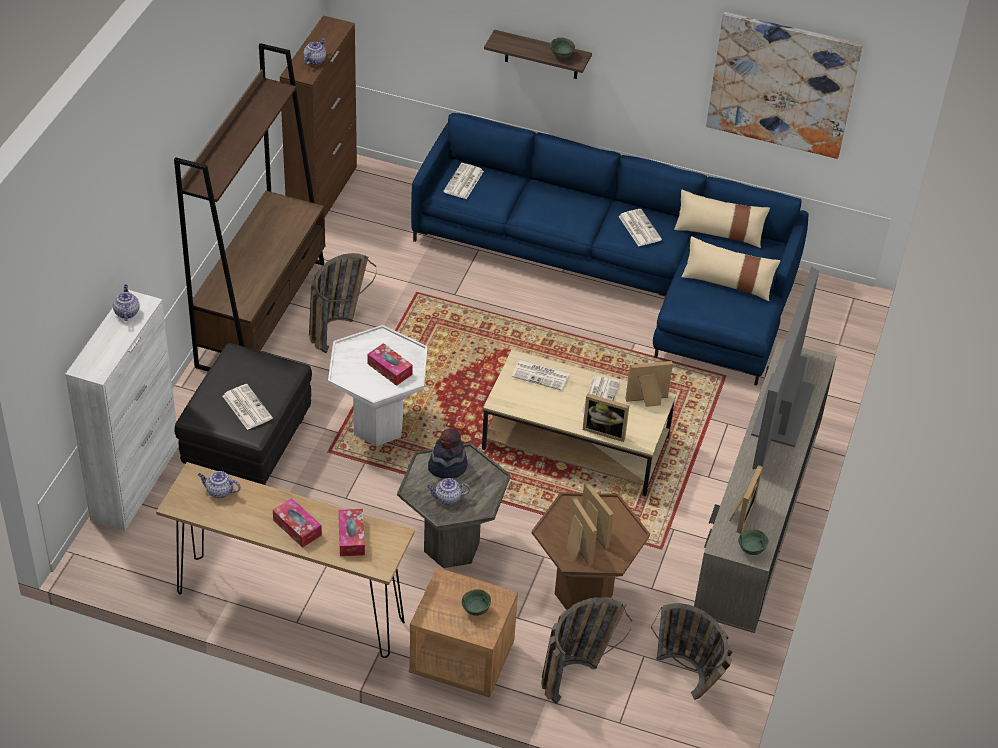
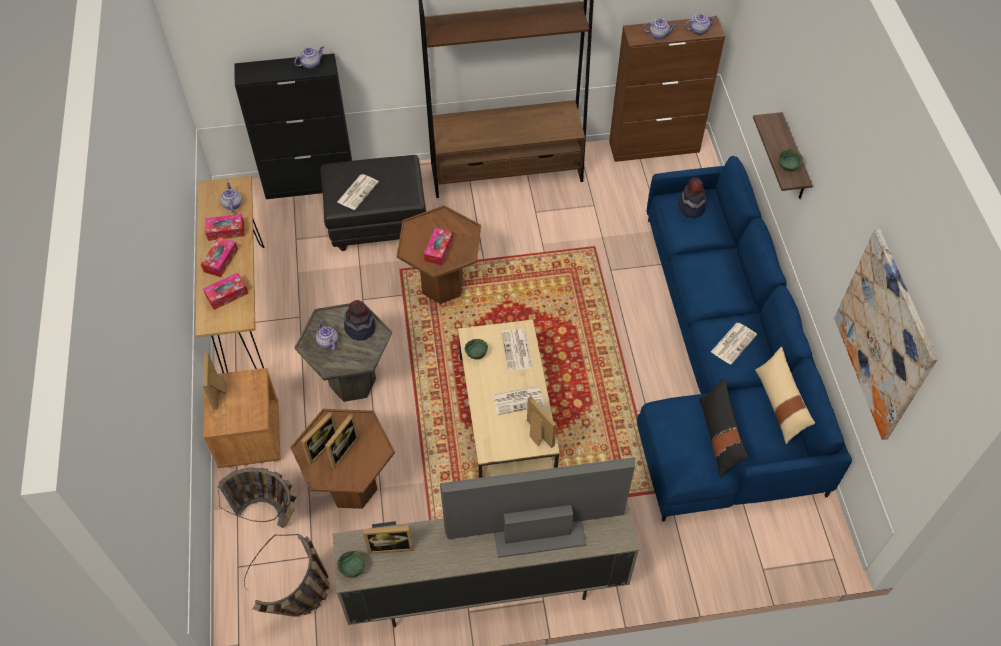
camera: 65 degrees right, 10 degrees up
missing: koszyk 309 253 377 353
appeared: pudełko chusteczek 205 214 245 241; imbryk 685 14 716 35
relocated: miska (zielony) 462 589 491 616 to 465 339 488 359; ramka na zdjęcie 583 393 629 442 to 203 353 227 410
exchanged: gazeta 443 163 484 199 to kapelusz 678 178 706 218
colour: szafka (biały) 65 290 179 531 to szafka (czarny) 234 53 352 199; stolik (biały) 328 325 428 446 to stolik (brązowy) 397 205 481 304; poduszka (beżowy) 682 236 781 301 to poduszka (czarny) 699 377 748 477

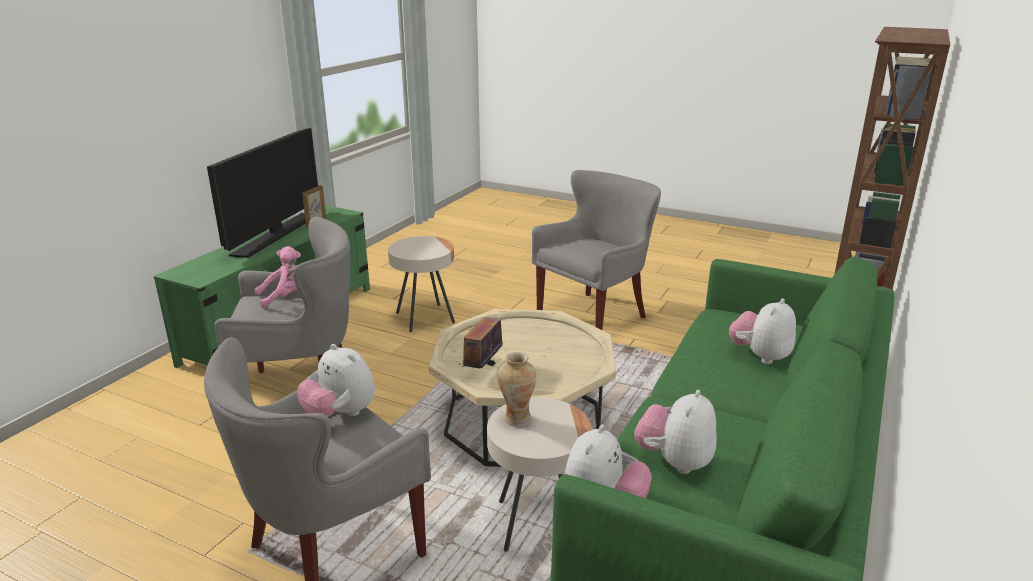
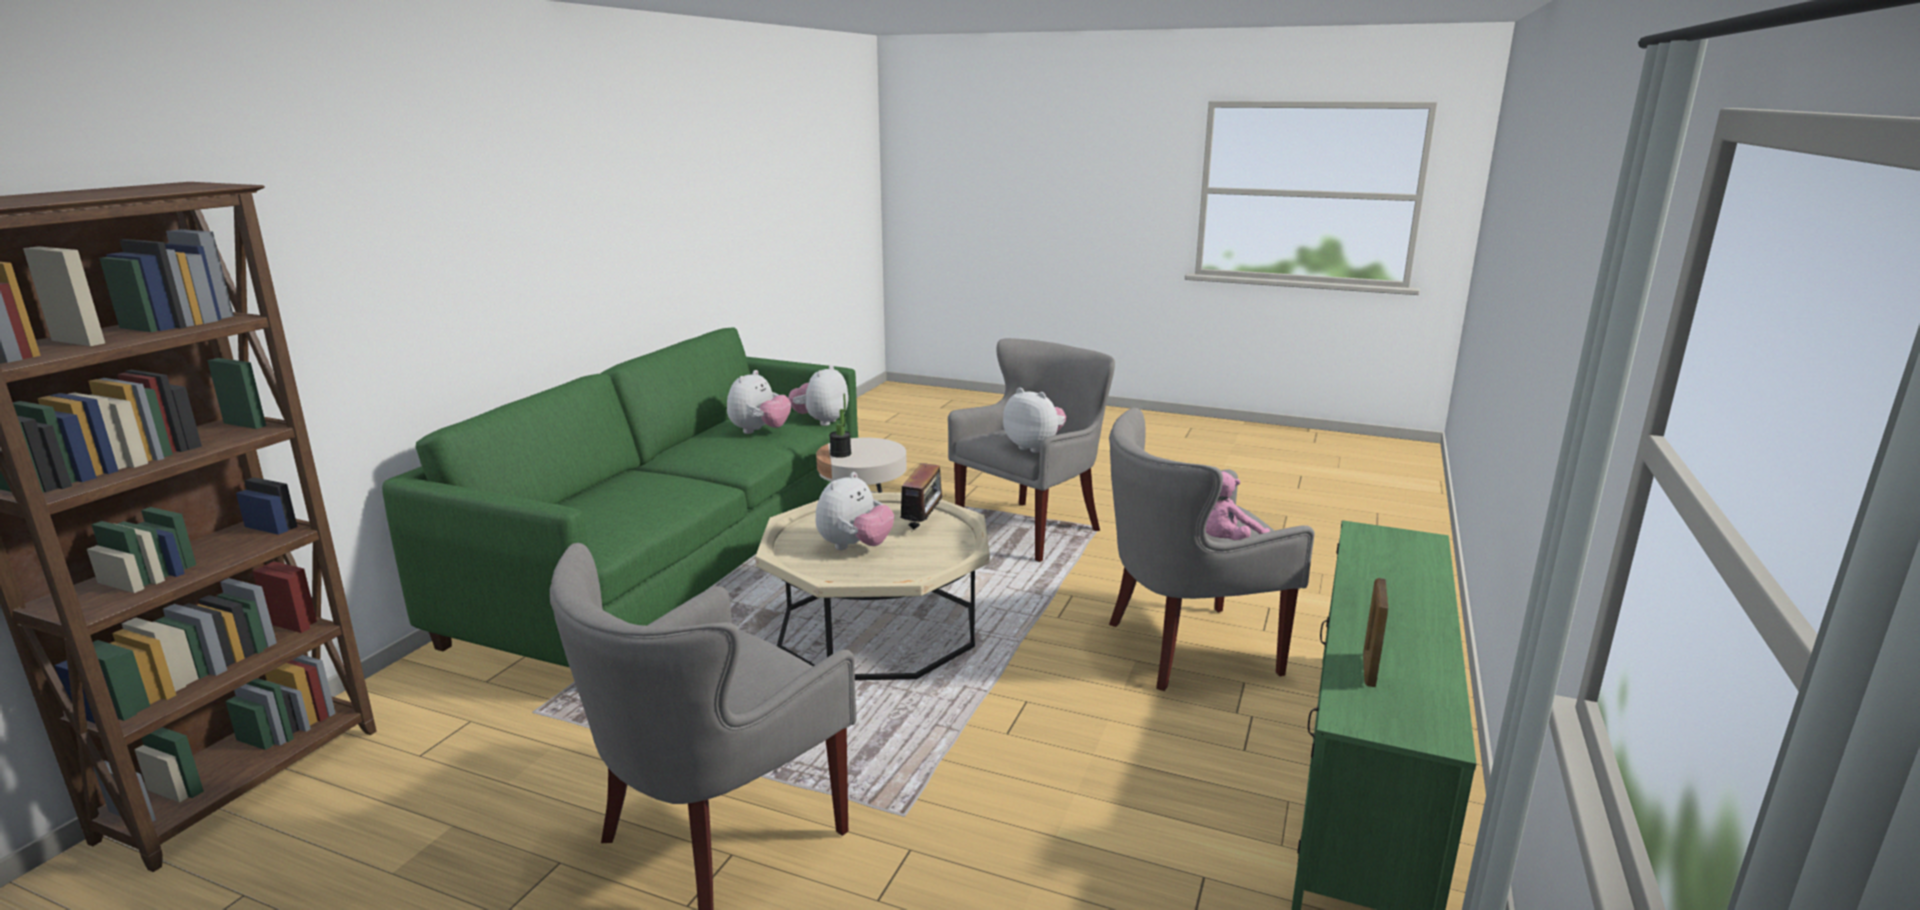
camera: 175 degrees right, 5 degrees down
missing: telewizor 207 128 318 258; stolik (beżowy) 388 236 455 332; wazon 498 352 536 427
appeared: roślina doniczkowa 829 393 851 458
relocated: pluszak 729 298 796 364 to 816 472 894 550

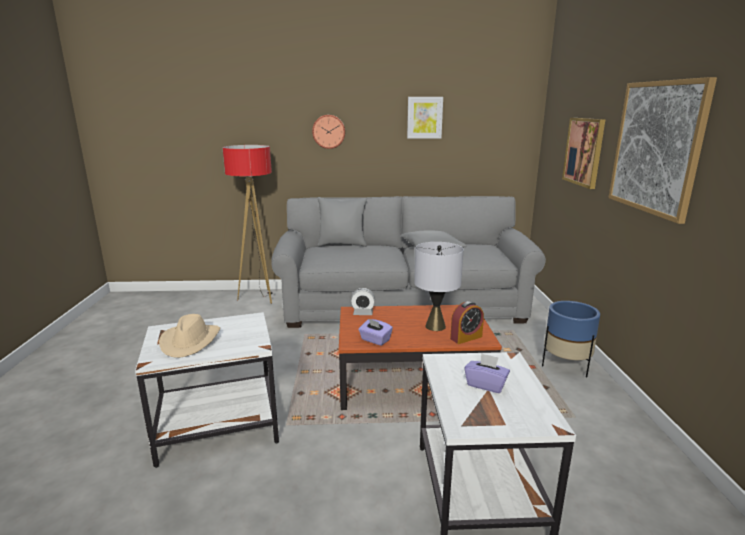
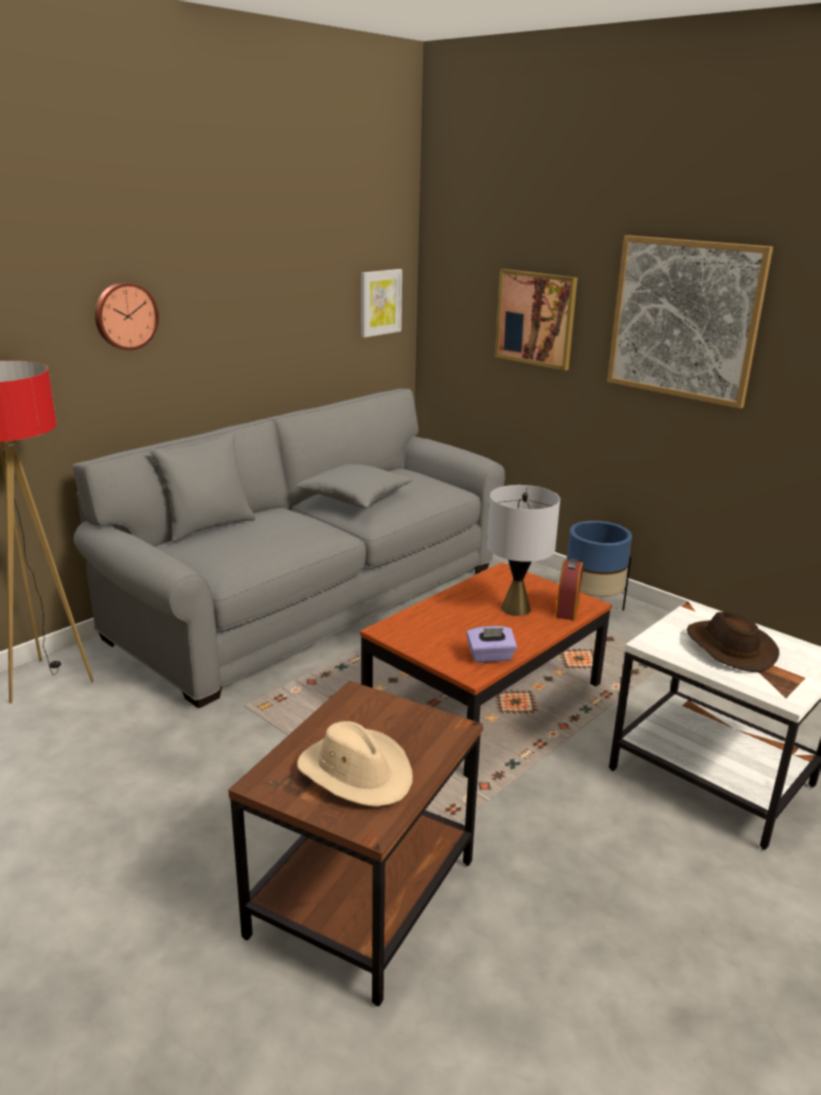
camera: 45 degrees left, 5 degrees up
missing: budzik 351 288 375 315
relocated: obraz 407 97 443 139 to 361 269 402 338
exchanged: pudełko chusteczek (fioletowy) 464 353 510 393 to kapelusz (brązowy) 687 612 779 672
colour: stolik (biały) 135 312 279 468 to stolik (brązowy) 228 681 483 1006

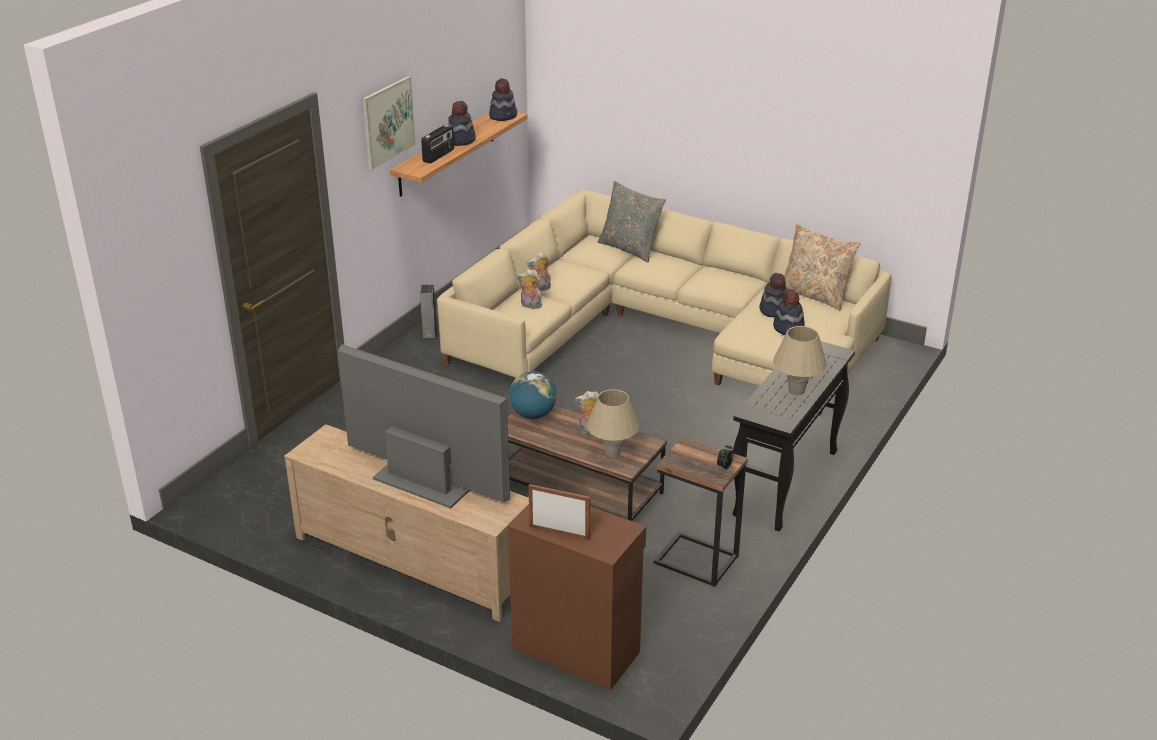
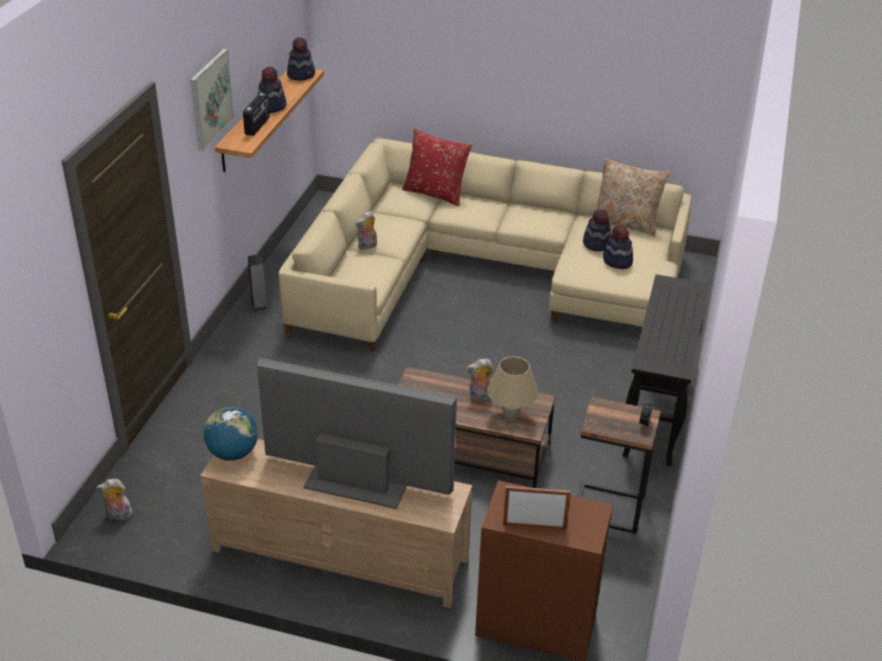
camera: 15 degrees left, 5 degrees up
missing: lampa stołowa (beżowy) 773 326 827 395
relocated: globus 509 371 557 419 to 204 407 258 461; pluszak 517 269 542 309 to 96 479 132 520
colour: poduszka (szary) 598 181 666 262 to poduszka (czerwony) 402 129 472 206

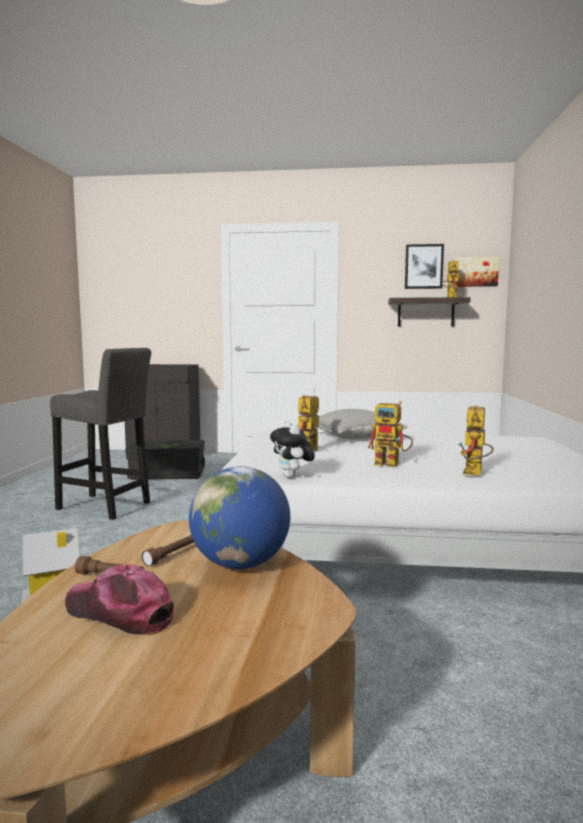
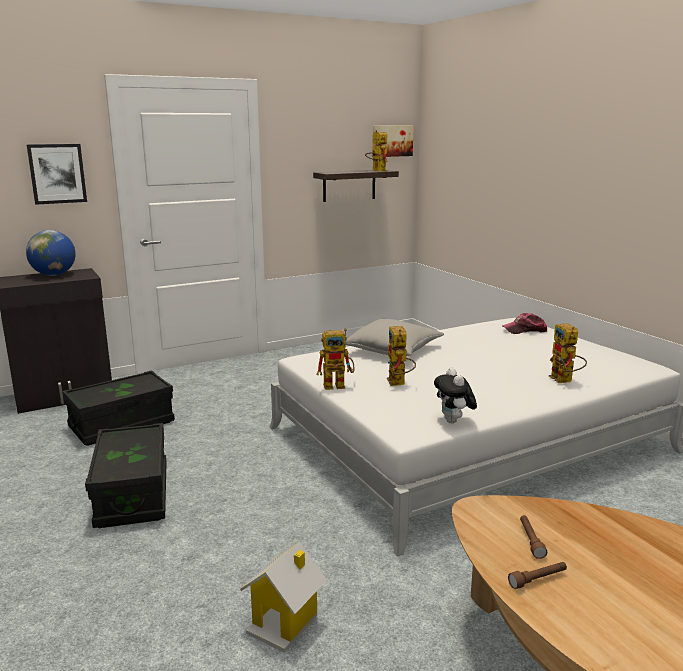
camera: 35 degrees left, 10 degrees up
relocated: czapka z daszkiem 65 564 174 635 to 502 313 547 334; globus 189 466 290 569 to 26 230 76 276; robot zabawkowy 368 401 413 467 to 317 328 354 390; obraz 405 244 444 289 to 26 144 87 205
exchanged: stołek (szary) 50 348 151 520 to pojemnik do przechowywania (czarny) 85 423 167 528
spun: pluszak 270 421 315 478 = 434 368 477 423 45 degrees clockwise

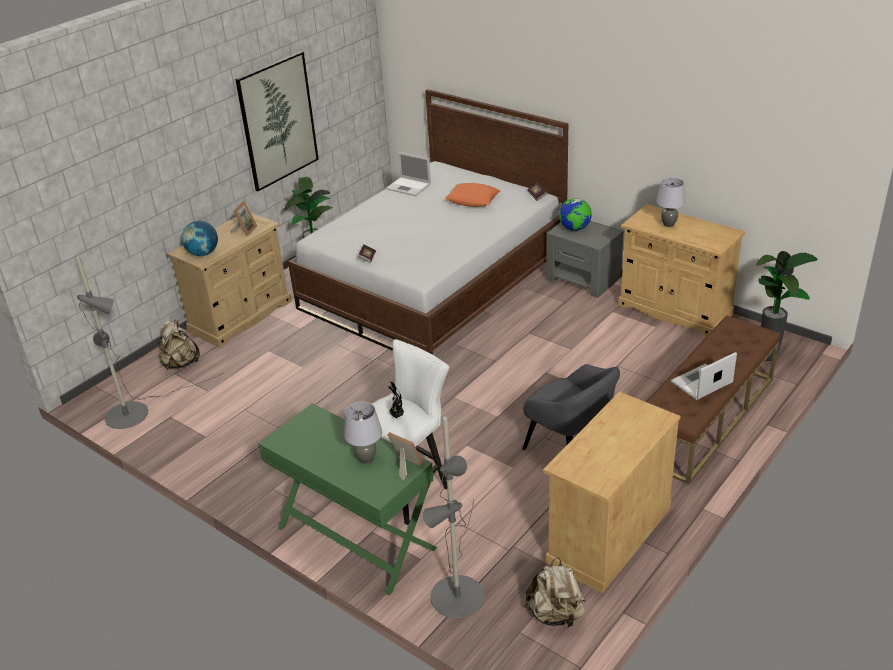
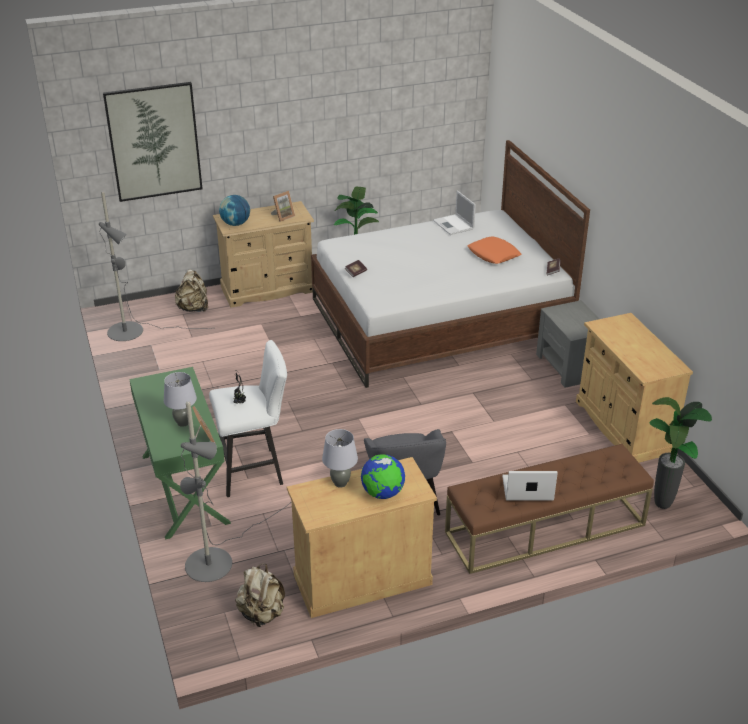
camera: 30 degrees right, 0 degrees up
relocated: obraz 235 51 319 191 to 103 82 203 202; globus 559 198 592 231 to 361 454 405 499; lampa stołowa (szary) 656 177 685 227 to 322 429 358 488

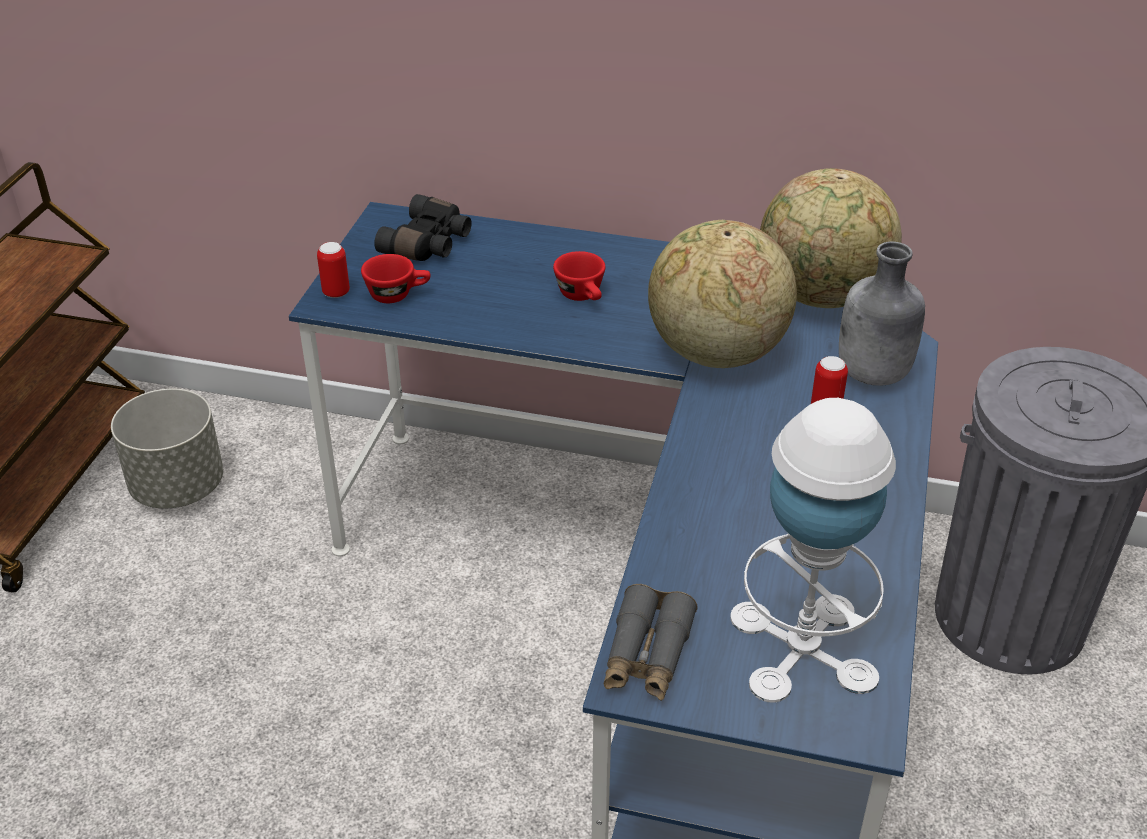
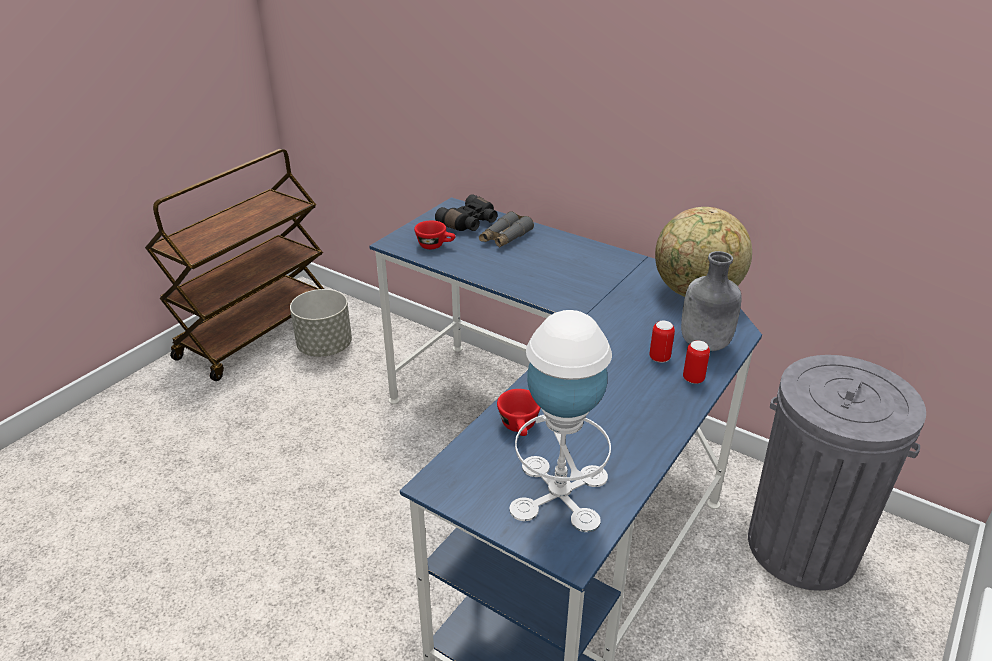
camera: 20 degrees right, 5 degrees down
missing: globus 648 220 797 368
relocated: puszka 317 242 350 298 to 683 340 710 384; filiżanka (czerwony) 553 251 605 301 to 497 389 541 436; lornetka (szary) 604 584 698 701 to 479 211 534 248

